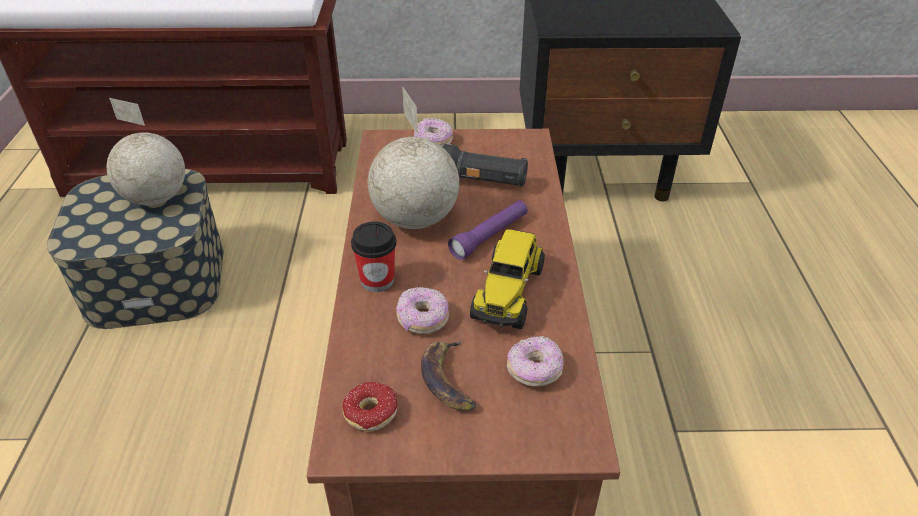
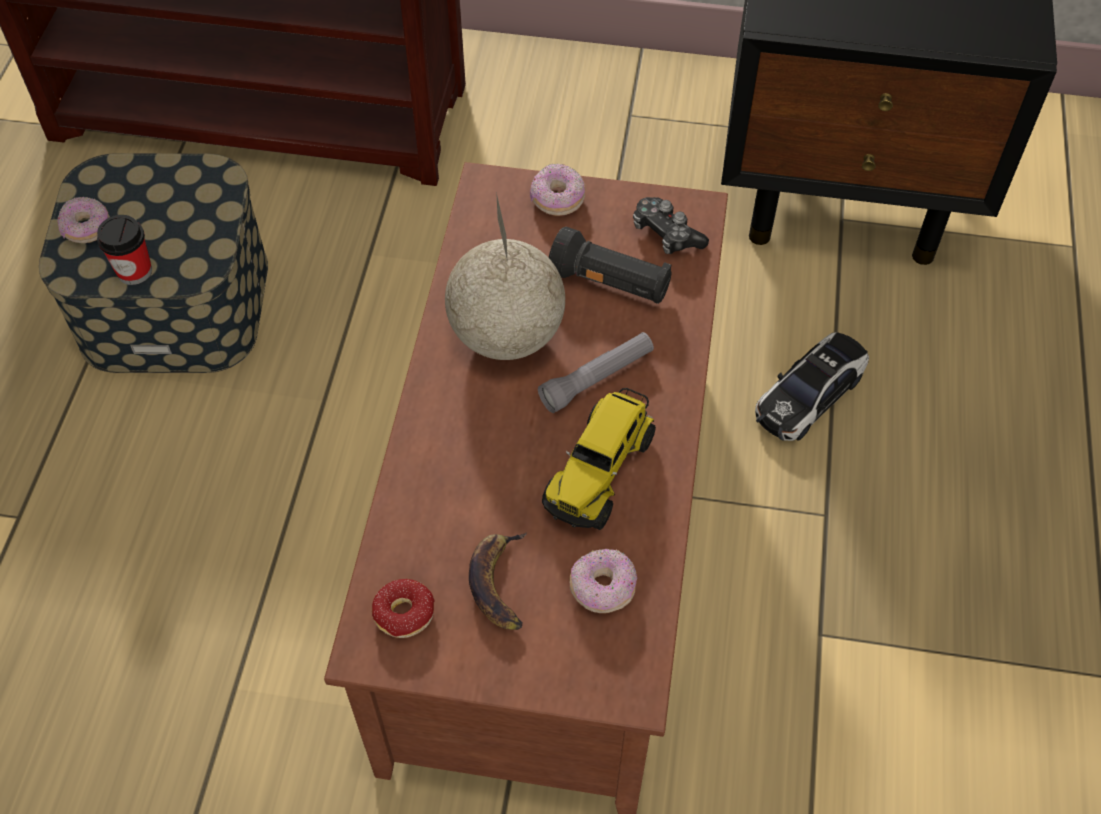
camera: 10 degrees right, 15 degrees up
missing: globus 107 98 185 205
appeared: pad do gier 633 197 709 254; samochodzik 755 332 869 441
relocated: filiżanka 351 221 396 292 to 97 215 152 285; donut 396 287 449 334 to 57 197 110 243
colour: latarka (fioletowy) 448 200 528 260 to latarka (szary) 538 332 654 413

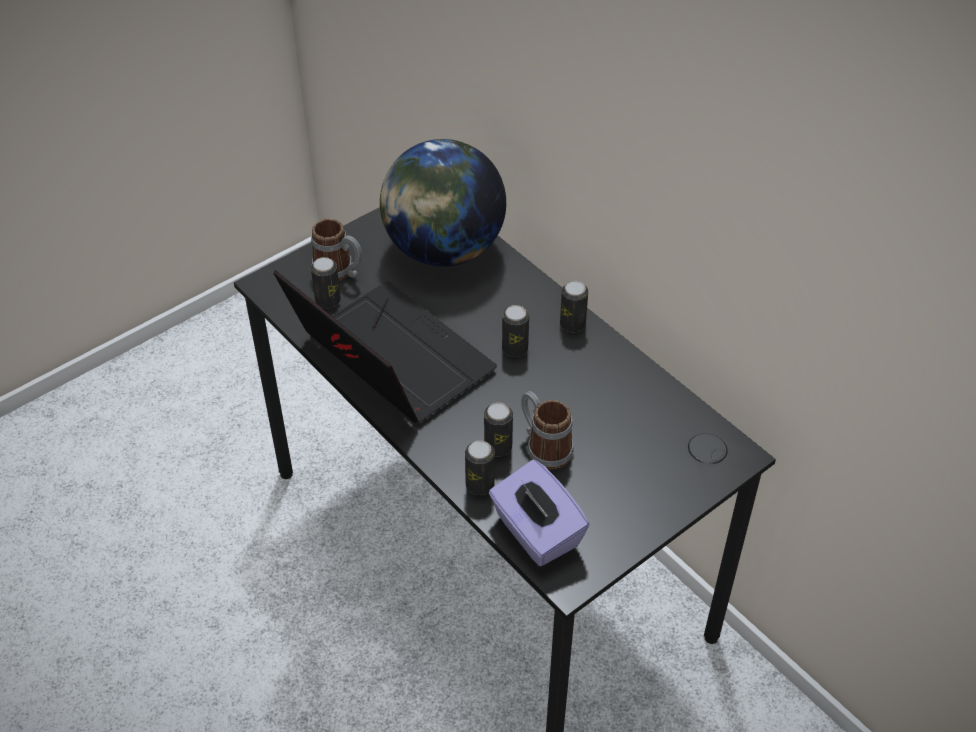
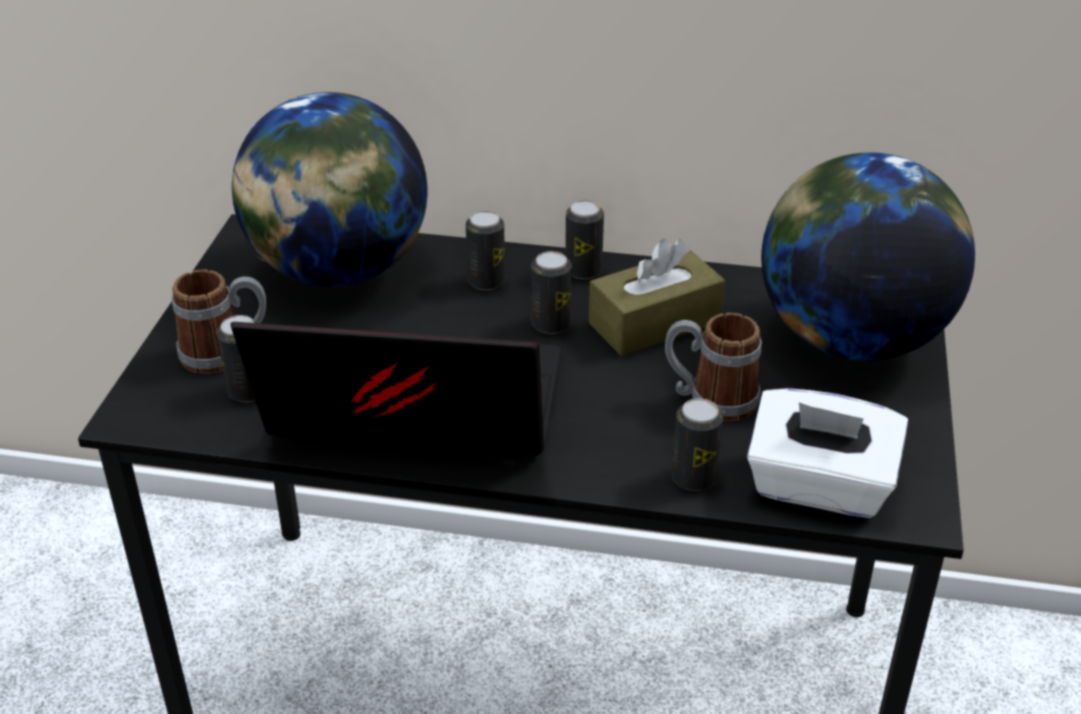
camera: 40 degrees left, 10 degrees down
appeared: pudełko chusteczek (brązowy) 589 239 725 356; globus 761 152 975 361
relocated: puszka 484 403 513 457 to 466 210 505 291
colour: pudełko chusteczek (fioletowy) 489 460 589 566 to pudełko chusteczek (biały) 747 388 908 518

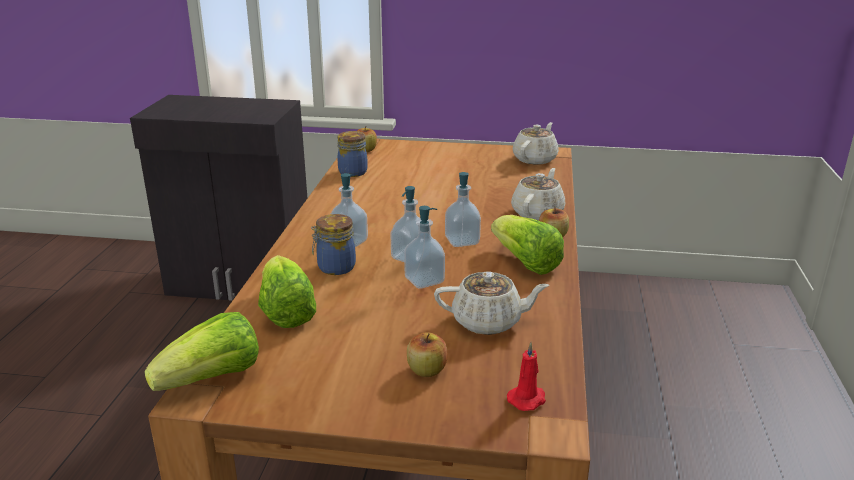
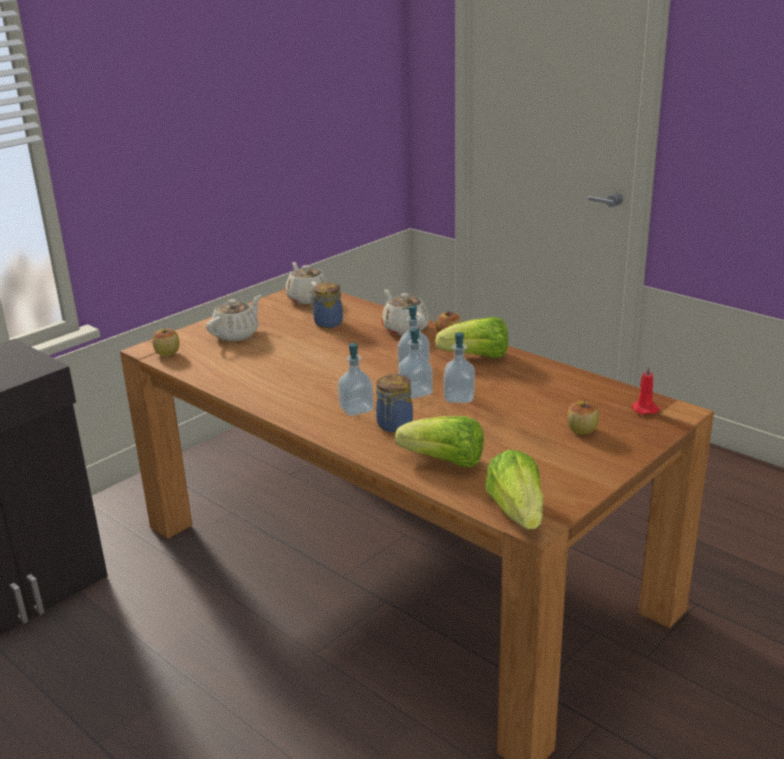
camera: 55 degrees left, 0 degrees up
relocated: słoik 337 131 368 177 to 309 282 343 328; imbryk (beżowy) 434 271 549 335 to 206 295 261 341

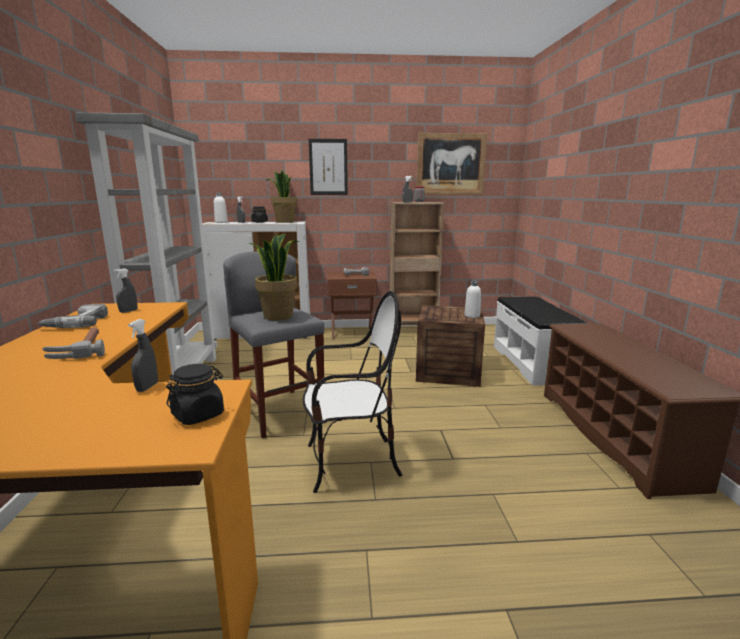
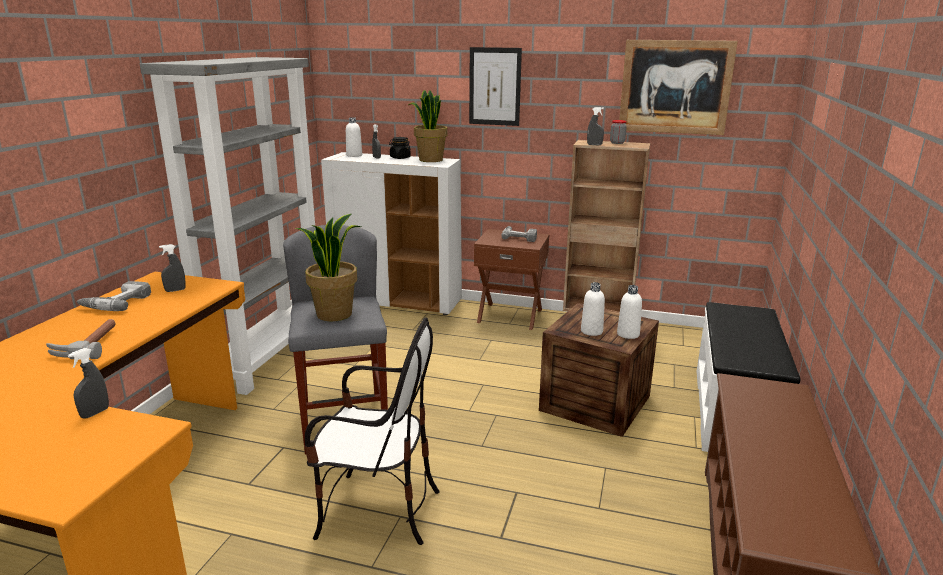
camera: 20 degrees right, 5 degrees up
missing: słoik (czarny) 166 364 224 425
appeared: butelka (biały) 581 282 605 336

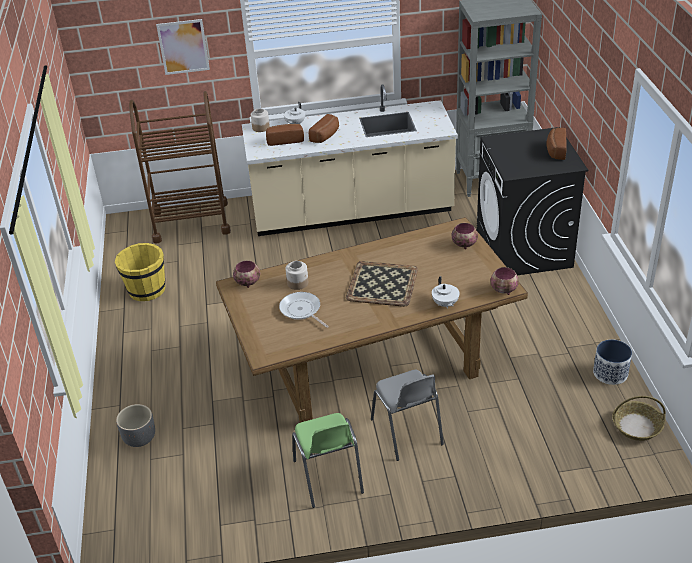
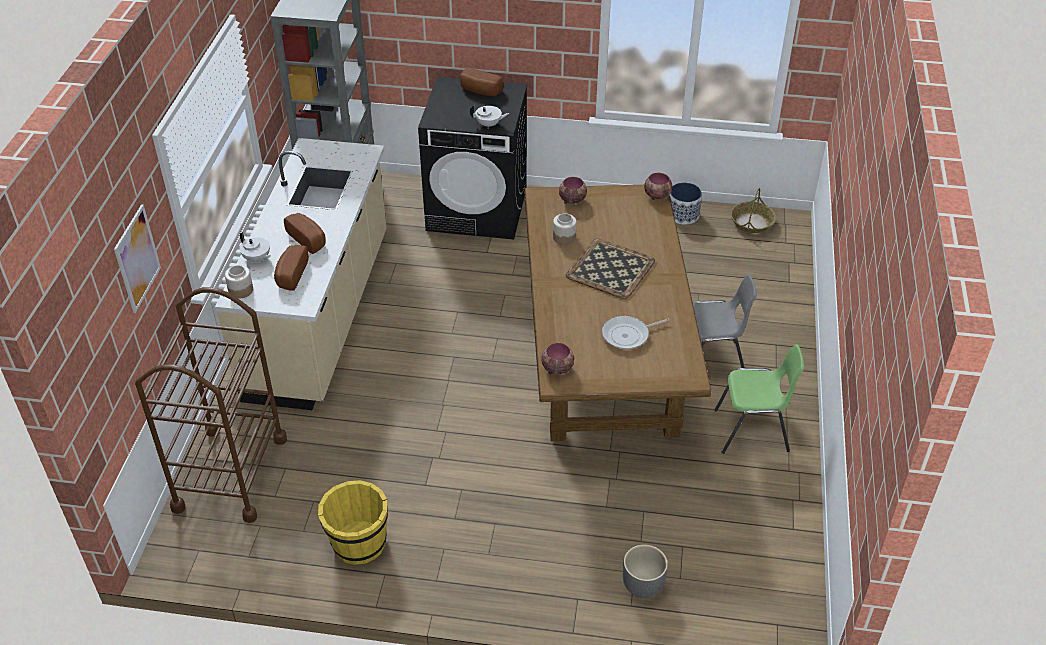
camera: 75 degrees left, 5 degrees up
relocated: słoik 286 261 308 290 to 553 213 576 245; imbryk (biały) 432 276 459 309 to 470 105 509 128

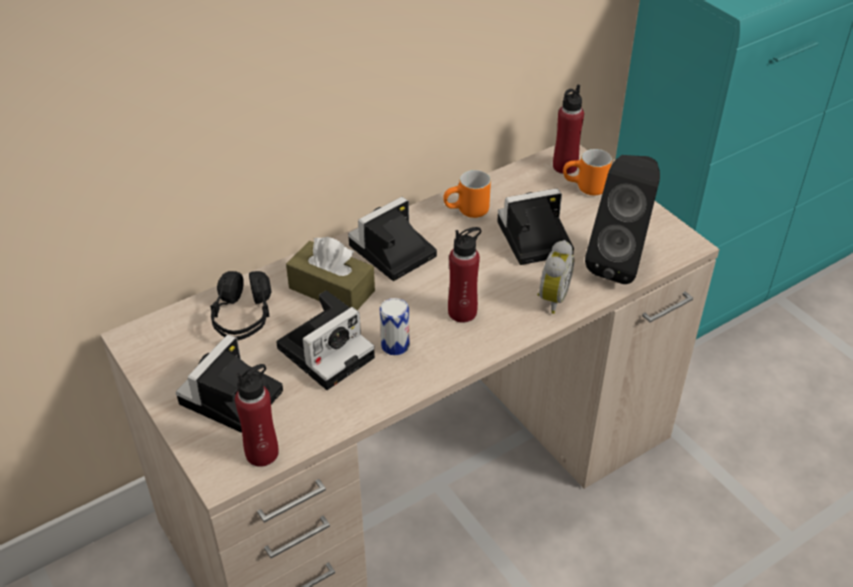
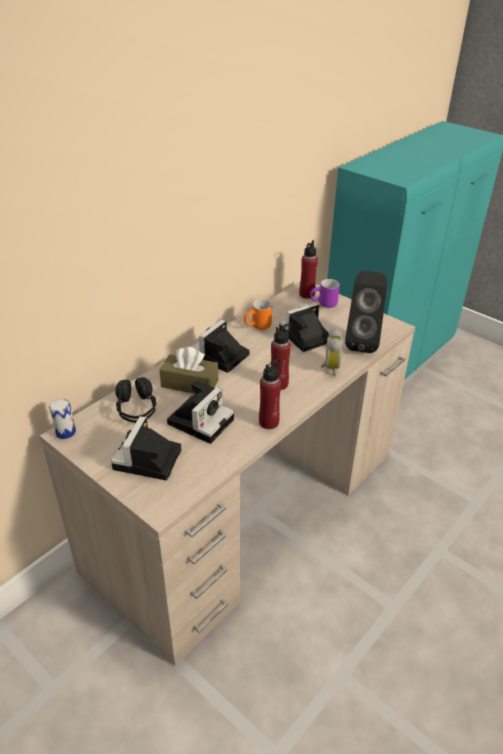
camera: 15 degrees left, 5 degrees down
relocated: butelka (czerwony) 235 364 279 467 to 259 358 281 429; puszka 380 298 410 355 to 49 399 76 439
colour: kubek (pomarańczowy) 563 149 612 195 to kubek (fioletowy) 310 279 340 308

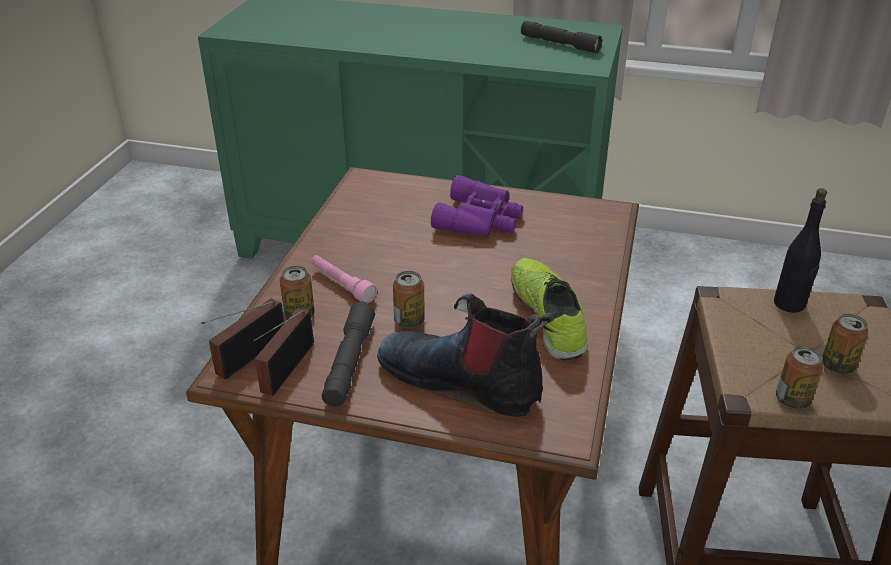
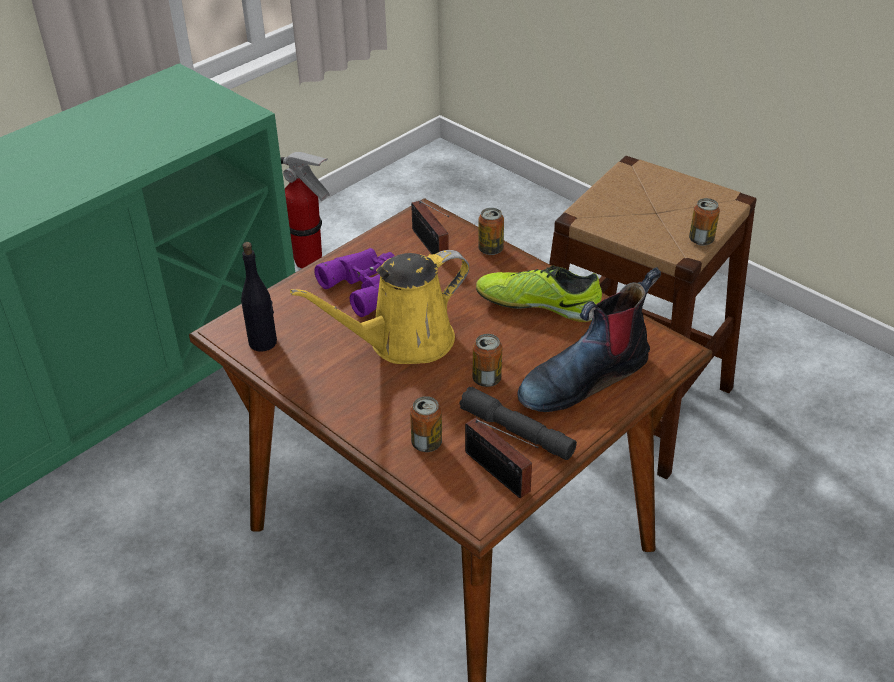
camera: 60 degrees left, 5 degrees up
missing: latarka (różowy) 311 255 377 304; latarka (szary) 521 21 602 53
appeared: gaśnica 281 152 330 269; konewka (żółty) 290 250 469 364
relocated: radio 202 298 284 379 to 411 200 449 261; butelka (czarny) 774 188 827 313 to 241 242 277 352; puszka 822 314 868 374 to 478 208 504 255

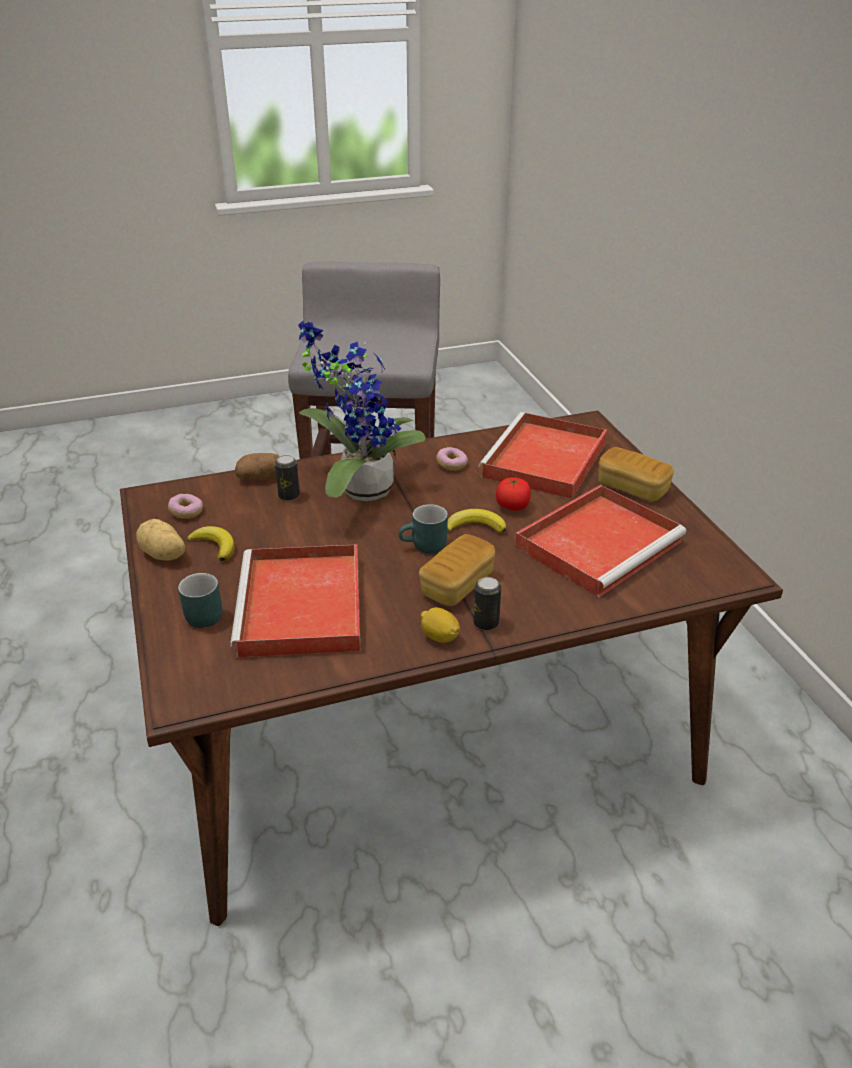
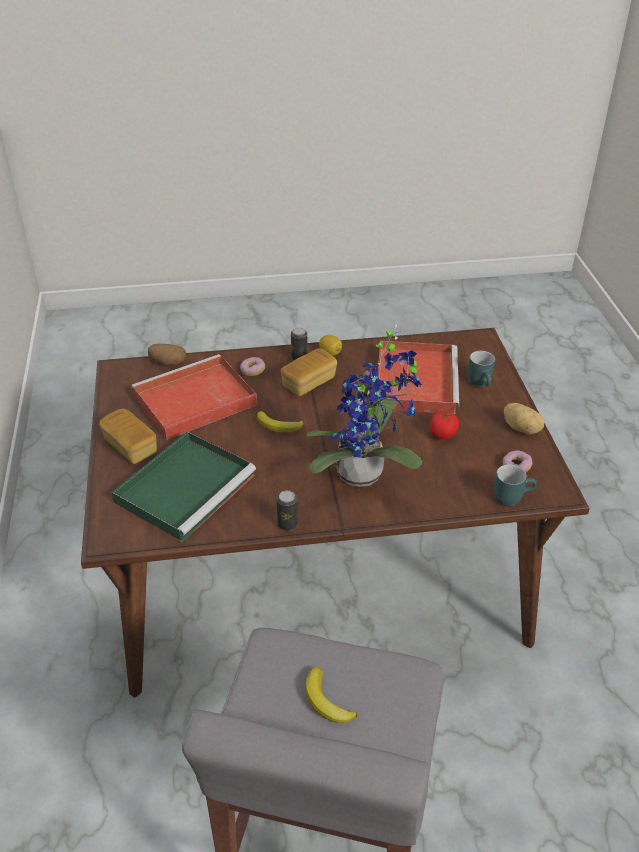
camera: 170 degrees left, 5 degrees up
relocated: banan 187 526 235 561 to 305 667 357 723; ziemniak 235 453 280 481 to 148 344 186 366; puszka 275 455 300 501 to 277 490 298 531; kubek (turkusowy) 398 504 448 554 to 493 464 537 506; donut 436 447 468 471 to 240 357 265 376; pomidor 496 477 531 511 to 430 411 459 440
colour: taca (czerwony) 478 412 607 499 to taca (zielony) 112 432 256 542

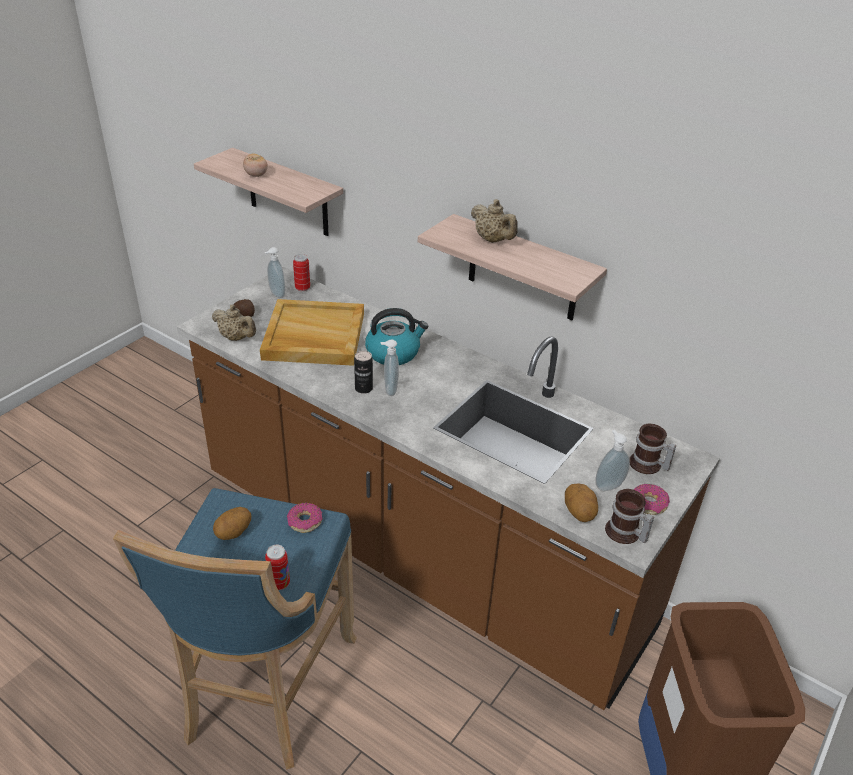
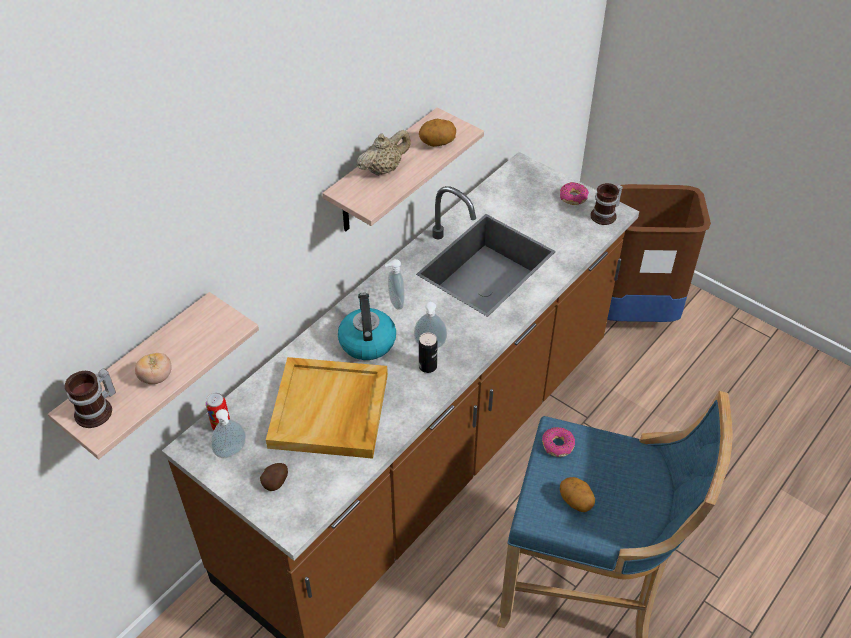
camera: 85 degrees left, 10 degrees up
missing: imbryk (beżowy) 212 305 256 341; puszka 265 545 290 590
relocated: ziemniak 565 483 598 522 to 419 119 456 147; dozownik mydła 595 430 630 491 to 385 259 405 310; kubek 630 424 676 474 to 65 368 116 428

